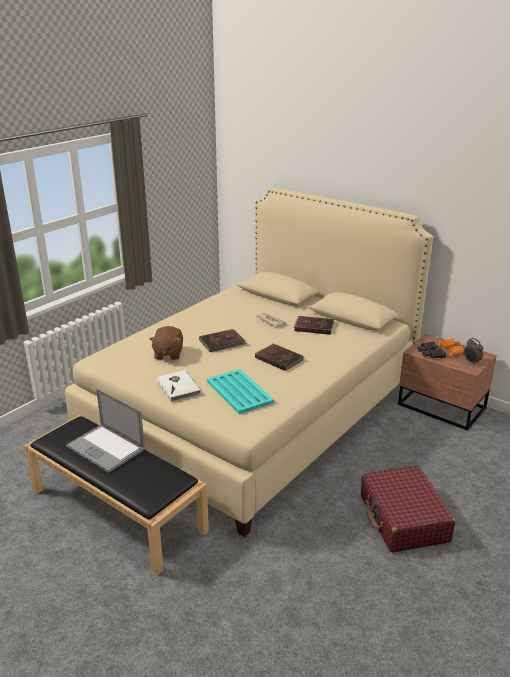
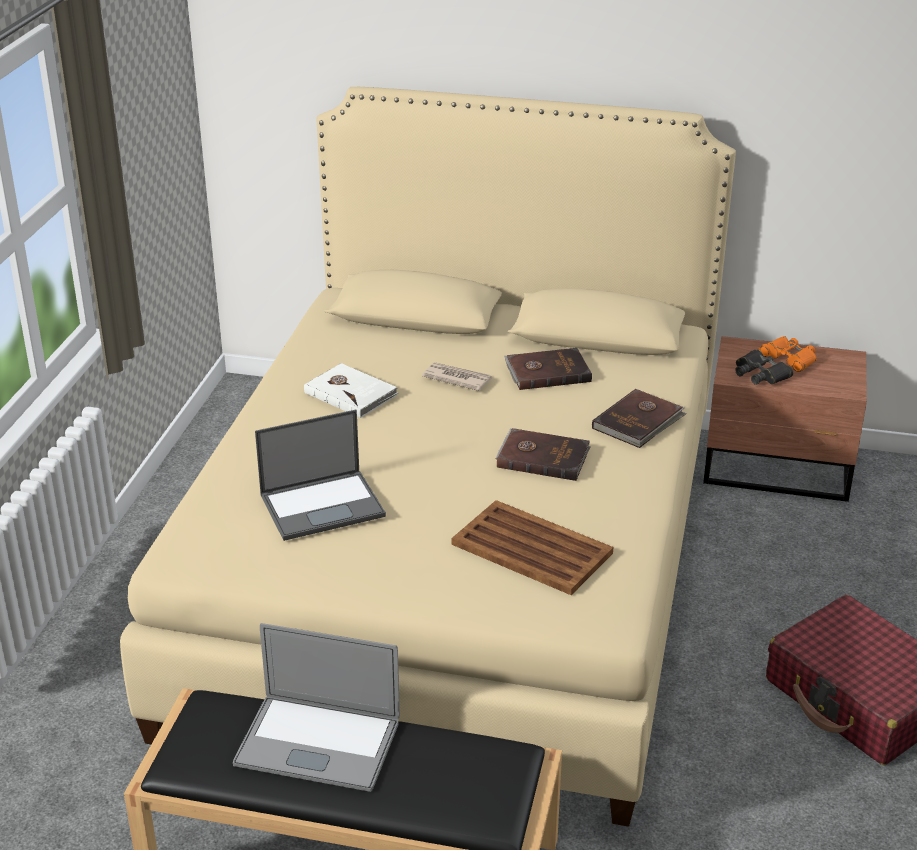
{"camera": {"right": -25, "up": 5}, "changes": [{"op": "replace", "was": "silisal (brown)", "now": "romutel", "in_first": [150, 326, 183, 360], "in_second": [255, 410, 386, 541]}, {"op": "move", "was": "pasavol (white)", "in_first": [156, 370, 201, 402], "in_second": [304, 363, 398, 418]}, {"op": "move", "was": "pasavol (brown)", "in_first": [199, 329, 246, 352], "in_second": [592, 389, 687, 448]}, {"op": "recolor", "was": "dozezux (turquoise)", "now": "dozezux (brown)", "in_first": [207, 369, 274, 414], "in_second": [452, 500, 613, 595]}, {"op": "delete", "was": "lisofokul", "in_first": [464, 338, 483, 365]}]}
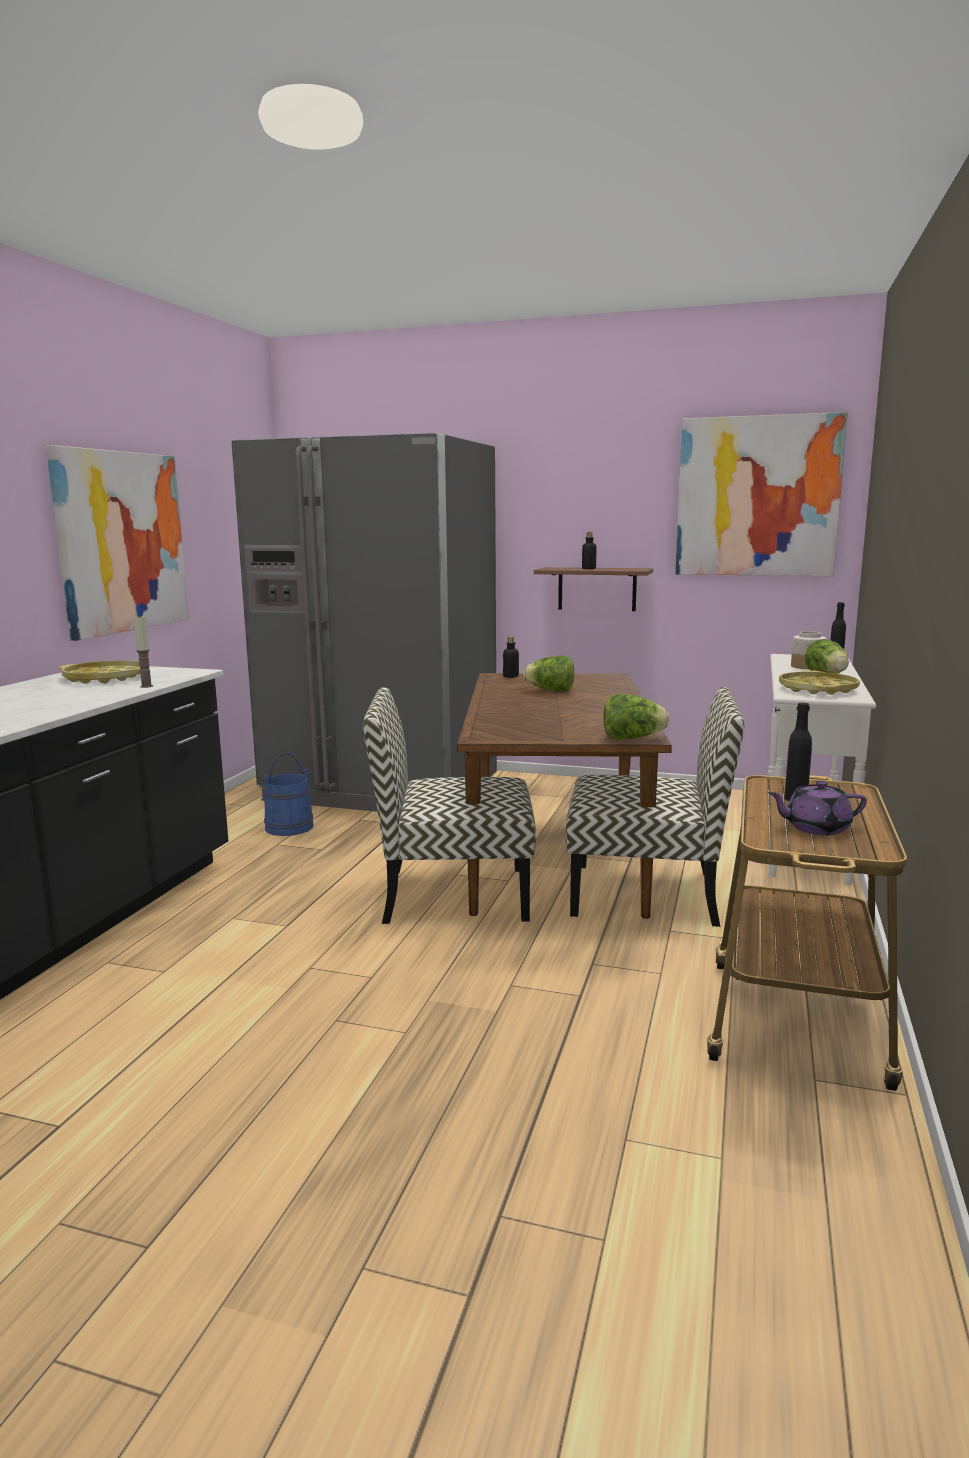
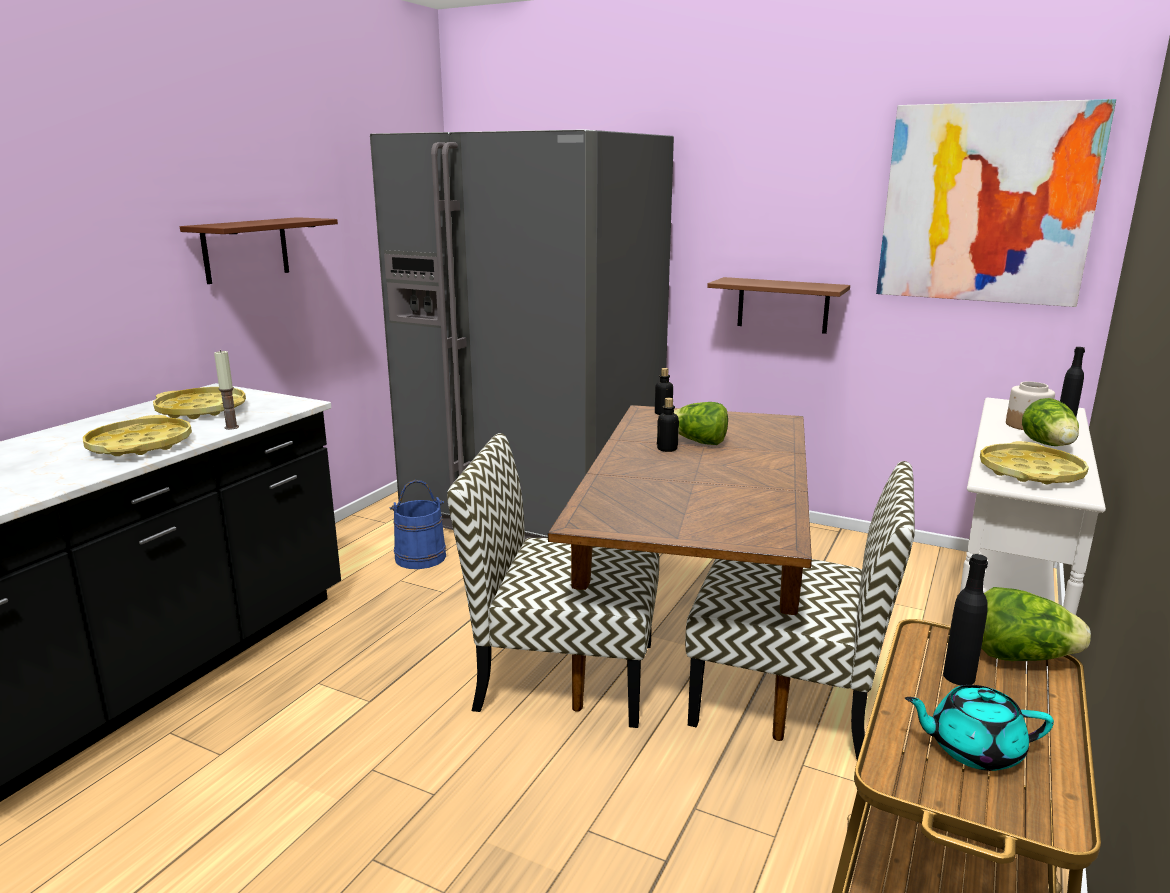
{"camera": {"right": 10, "up": 5}, "changes": [{"op": "replace", "was": "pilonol", "now": "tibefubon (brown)", "in_first": [46, 445, 189, 641], "in_second": [180, 217, 338, 284]}, {"op": "move", "was": "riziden", "in_first": [582, 532, 597, 569], "in_second": [657, 398, 679, 452]}, {"op": "move", "was": "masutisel", "in_first": [603, 694, 670, 740], "in_second": [981, 587, 1091, 661]}, {"op": "recolor", "was": "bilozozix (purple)", "now": "bilozozix (turquoise)", "in_first": [768, 780, 867, 835], "in_second": [905, 685, 1054, 771]}, {"op": "insert", "now": "dozezux (yellow)", "in_second": [83, 415, 192, 456]}]}
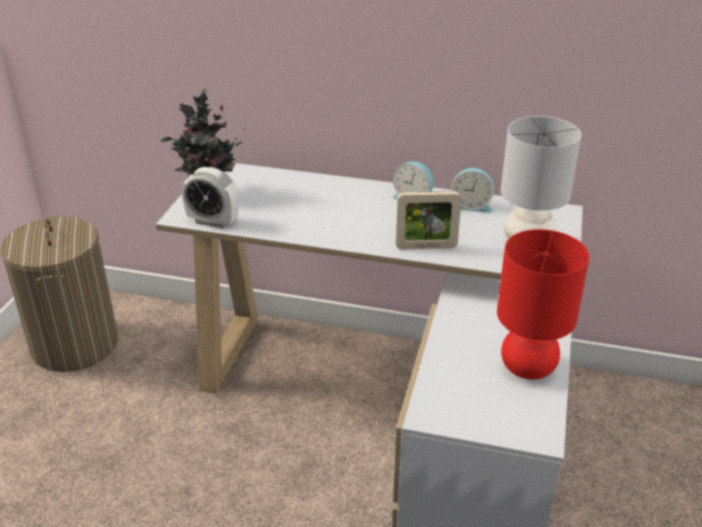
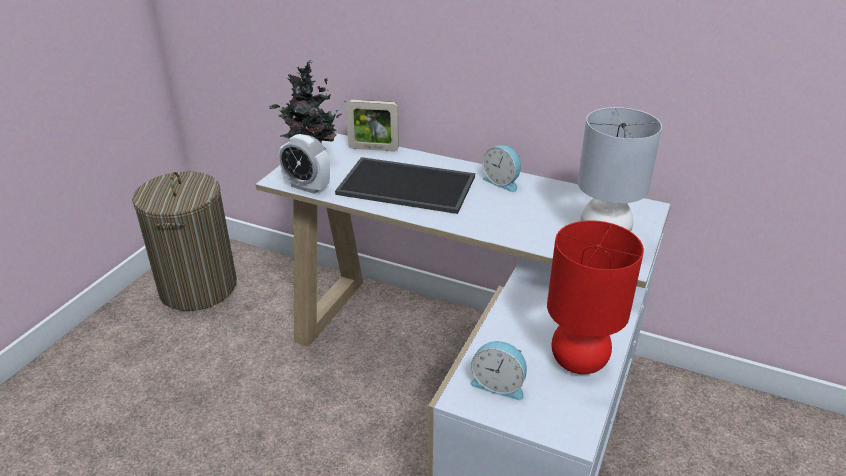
{"camera": {"right": 10, "up": 0}, "changes": [{"op": "move", "was": "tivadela", "in_first": [395, 191, 461, 249], "in_second": [346, 100, 399, 151]}, {"op": "move", "was": "lisofokul", "in_first": [451, 168, 494, 213], "in_second": [470, 341, 527, 400]}, {"op": "insert", "now": "dozezux", "in_second": [335, 157, 475, 214]}]}
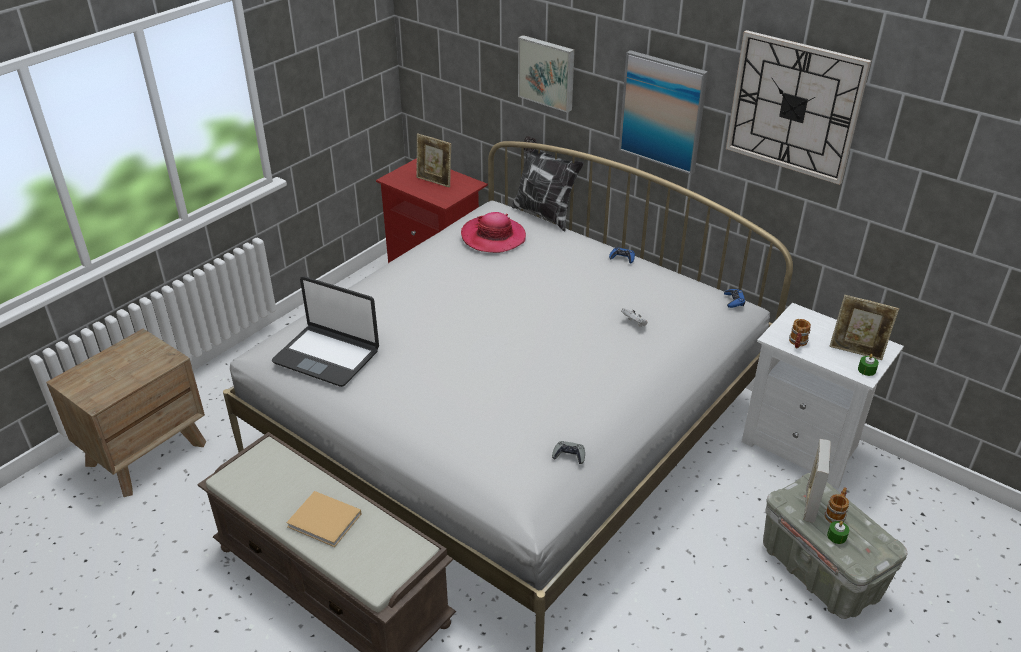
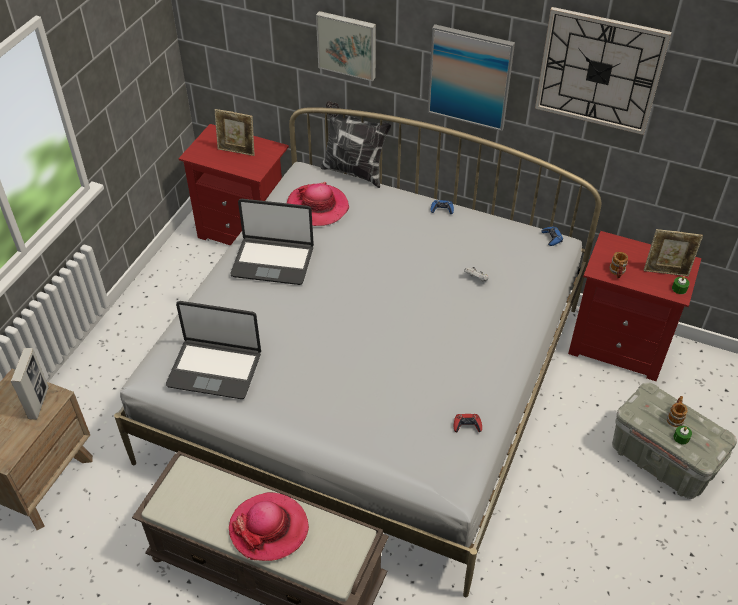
{"camera": {"right": -15, "up": 10}, "changes": [{"op": "replace", "was": "pasavol (beige)", "now": "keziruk", "in_first": [286, 491, 361, 547], "in_second": [229, 492, 309, 561]}, {"op": "recolor", "was": "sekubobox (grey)", "now": "sekubobox (red)", "in_first": [552, 441, 585, 464], "in_second": [454, 414, 482, 432]}, {"op": "recolor", "was": "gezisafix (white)", "now": "gezisafix (red)", "in_first": [742, 303, 904, 488], "in_second": [568, 231, 702, 381]}, {"op": "move", "was": "tivadela", "in_first": [803, 439, 831, 523], "in_second": [11, 348, 49, 420]}, {"op": "insert", "now": "romutel", "in_second": [230, 199, 314, 285]}]}
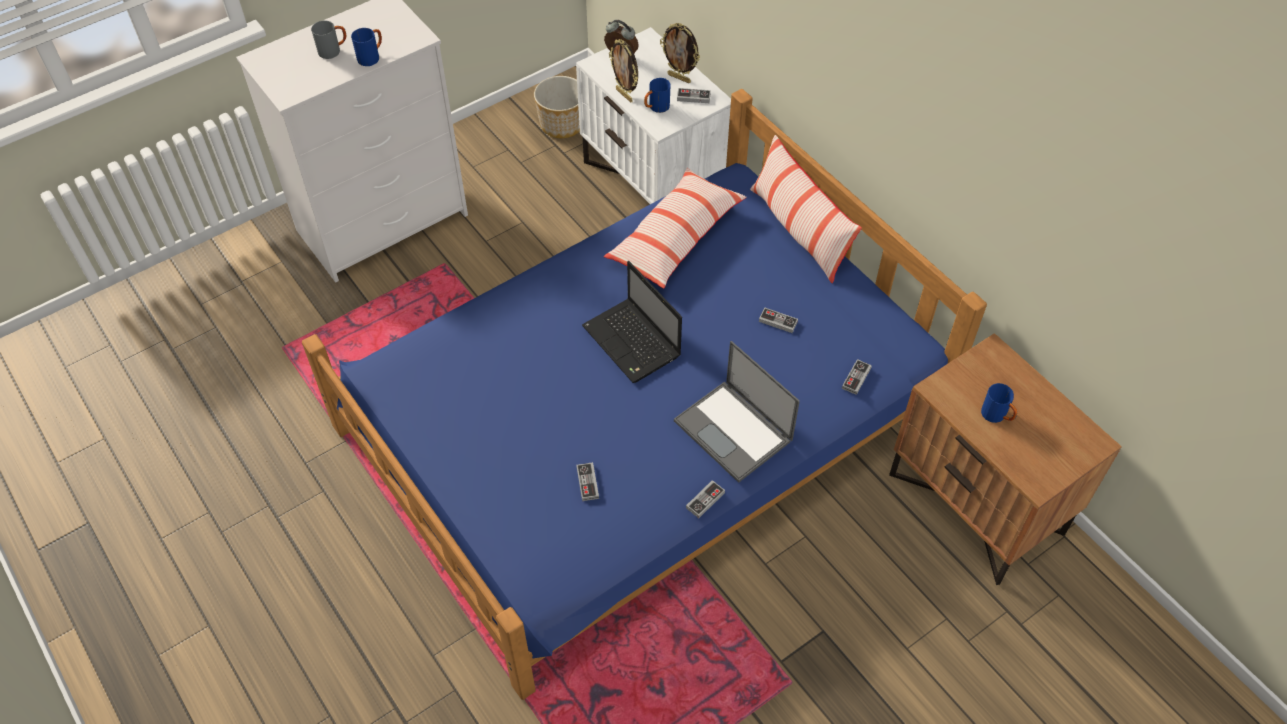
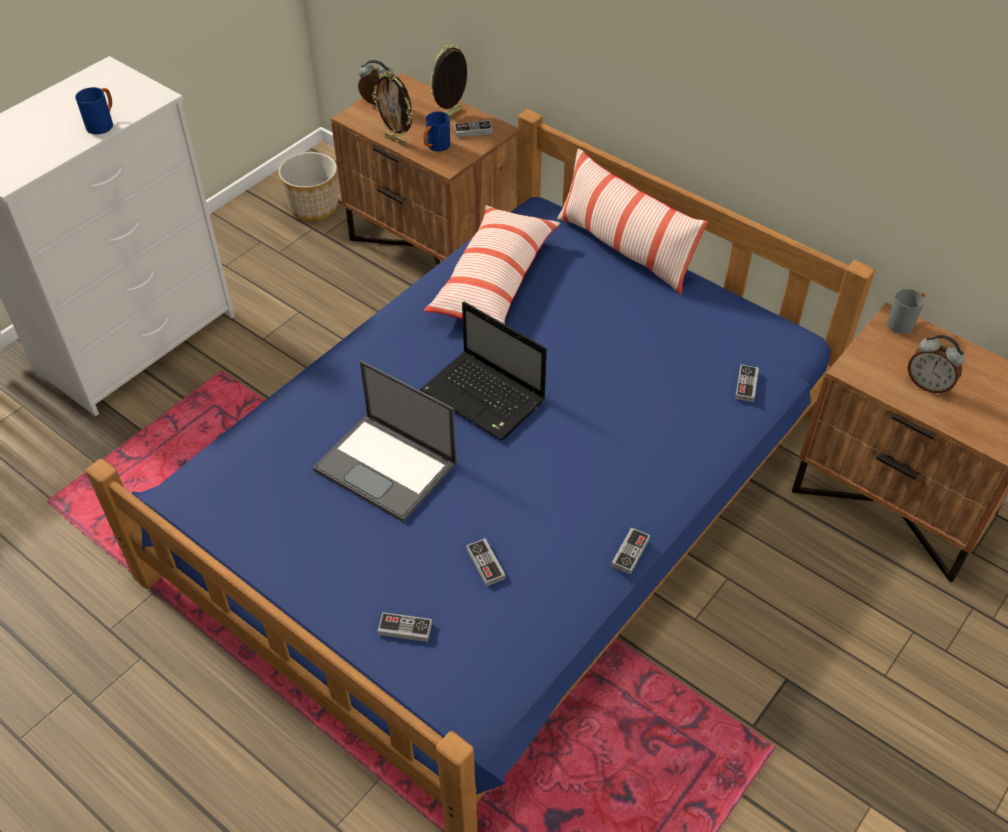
{"camera": {"right": -15, "up": -5}, "changes": [{"op": "move", "was": "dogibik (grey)", "in_first": [311, 21, 346, 59], "in_second": [887, 289, 925, 334]}, {"op": "recolor", "was": "gezisafix (white)", "now": "gezisafix (brown)", "in_first": [576, 27, 731, 204], "in_second": [331, 73, 518, 265]}, {"op": "rotate", "was": "tivadela", "in_first": [660, 23, 700, 83], "in_second": [428, 44, 468, 116], "clockwise": 120}, {"op": "move", "was": "romutel", "in_first": [674, 341, 800, 483], "in_second": [313, 360, 456, 522]}, {"op": "move", "was": "sekubobox", "in_first": [759, 308, 798, 333], "in_second": [378, 612, 432, 642]}, {"op": "replace", "was": "dogibik (blue)", "now": "lisofokul", "in_first": [981, 383, 1017, 423], "in_second": [908, 335, 965, 394]}]}
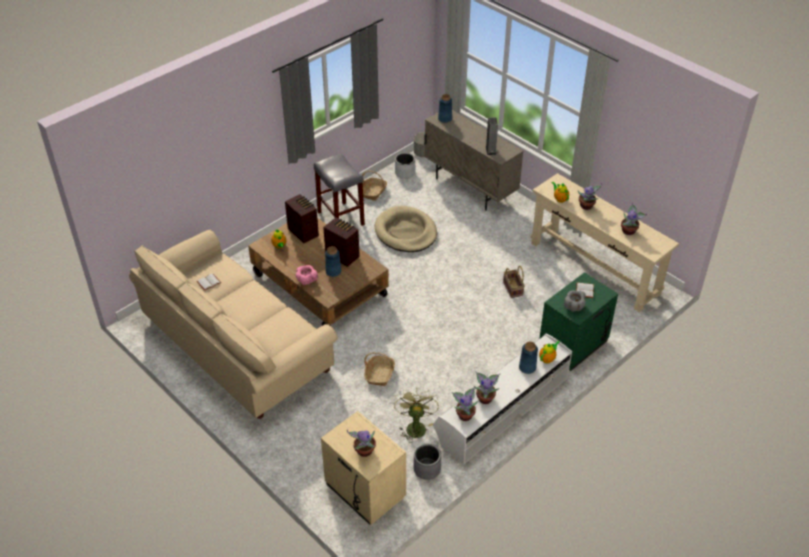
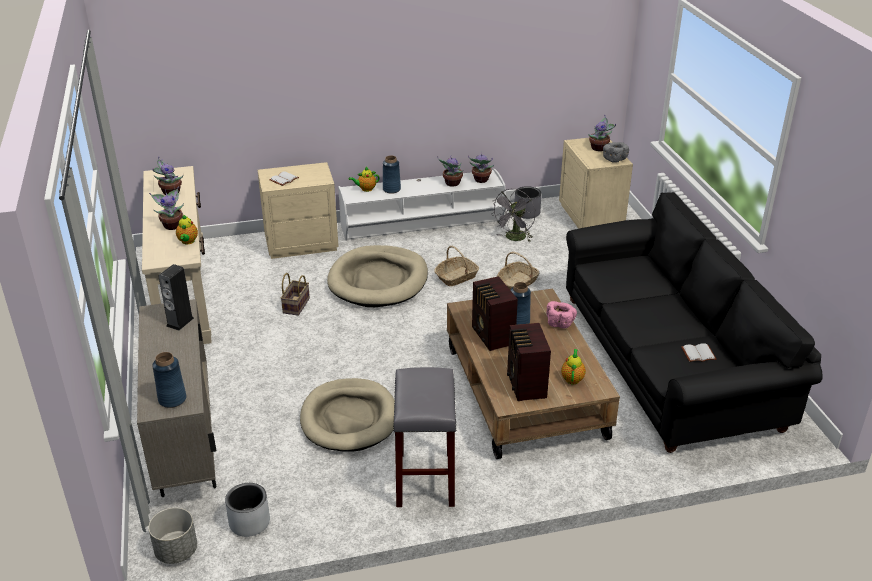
{"camera": {"right": -150, "up": -10}, "changes": [{"op": "recolor", "was": "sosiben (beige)", "now": "sosiben (black)", "in_first": [129, 229, 338, 419], "in_second": [566, 192, 823, 453]}, {"op": "move", "was": "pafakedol", "in_first": [362, 171, 387, 201], "in_second": [434, 246, 479, 286]}, {"op": "recolor", "was": "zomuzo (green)", "now": "zomuzo (grey)", "in_first": [394, 388, 439, 443], "in_second": [491, 188, 536, 242]}, {"op": "recolor", "was": "gezisafix (green)", "now": "gezisafix (beige)", "in_first": [539, 272, 618, 371], "in_second": [257, 162, 339, 259]}, {"op": "move", "was": "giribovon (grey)", "in_first": [564, 290, 586, 312], "in_second": [603, 142, 629, 163]}, {"op": "insert", "now": "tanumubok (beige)", "in_second": [327, 245, 428, 307]}]}
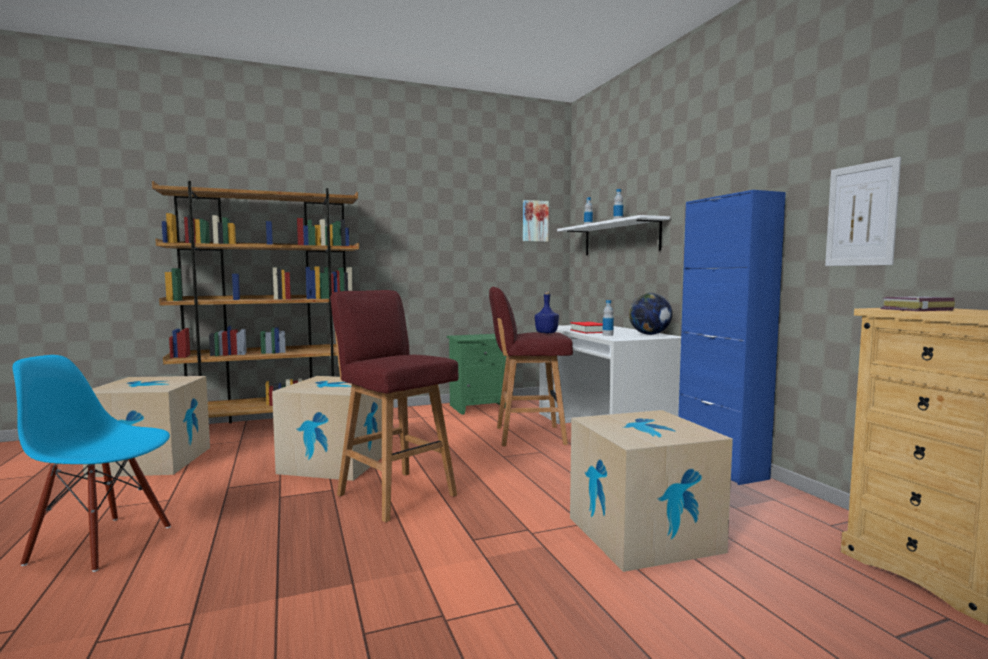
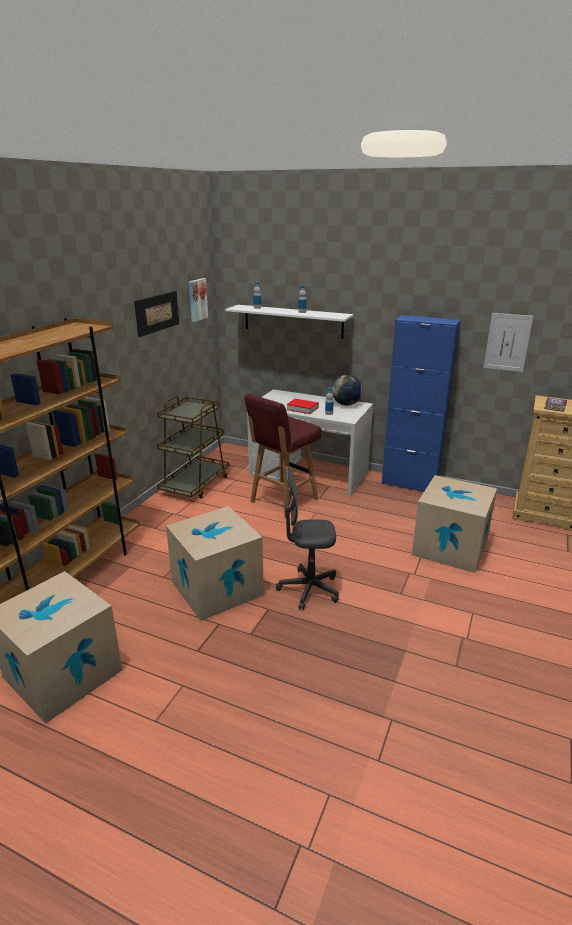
{"camera": {"right": -45, "up": 20}, "changes": [{"op": "delete", "was": "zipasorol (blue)", "in_first": [12, 355, 171, 572]}, {"op": "replace", "was": "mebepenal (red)", "now": "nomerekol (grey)", "in_first": [330, 290, 458, 522], "in_second": [276, 466, 339, 610]}, {"op": "replace", "was": "gezisafix (green)", "now": "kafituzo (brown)", "in_first": [447, 334, 506, 415], "in_second": [157, 396, 229, 498]}, {"op": "delete", "was": "riziden (blue)", "in_first": [535, 291, 559, 333]}, {"op": "insert", "now": "pilonol", "in_second": [134, 291, 179, 337]}]}
